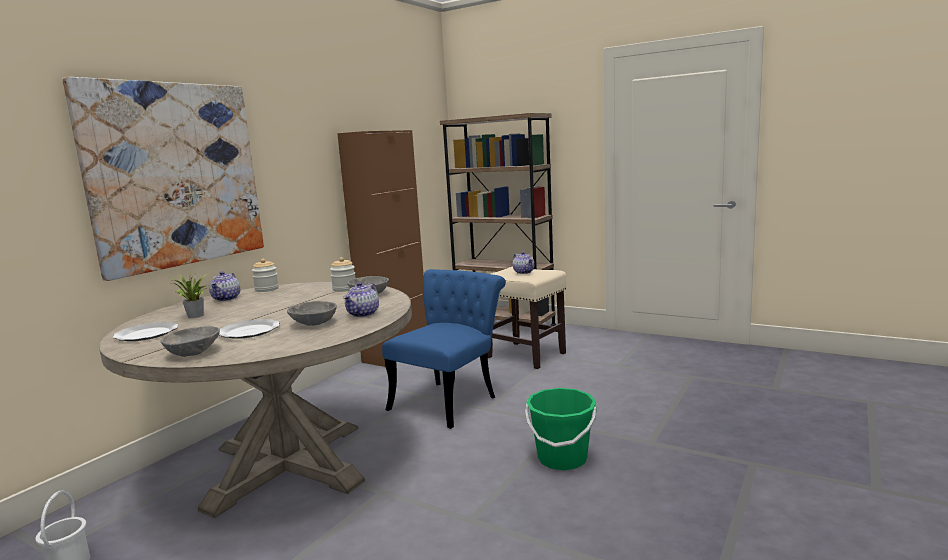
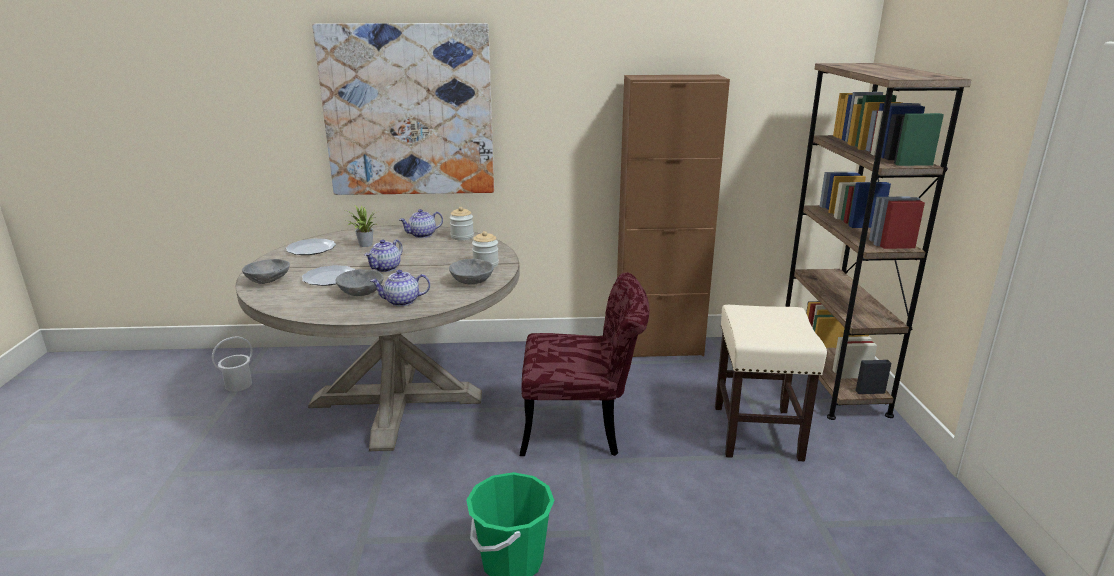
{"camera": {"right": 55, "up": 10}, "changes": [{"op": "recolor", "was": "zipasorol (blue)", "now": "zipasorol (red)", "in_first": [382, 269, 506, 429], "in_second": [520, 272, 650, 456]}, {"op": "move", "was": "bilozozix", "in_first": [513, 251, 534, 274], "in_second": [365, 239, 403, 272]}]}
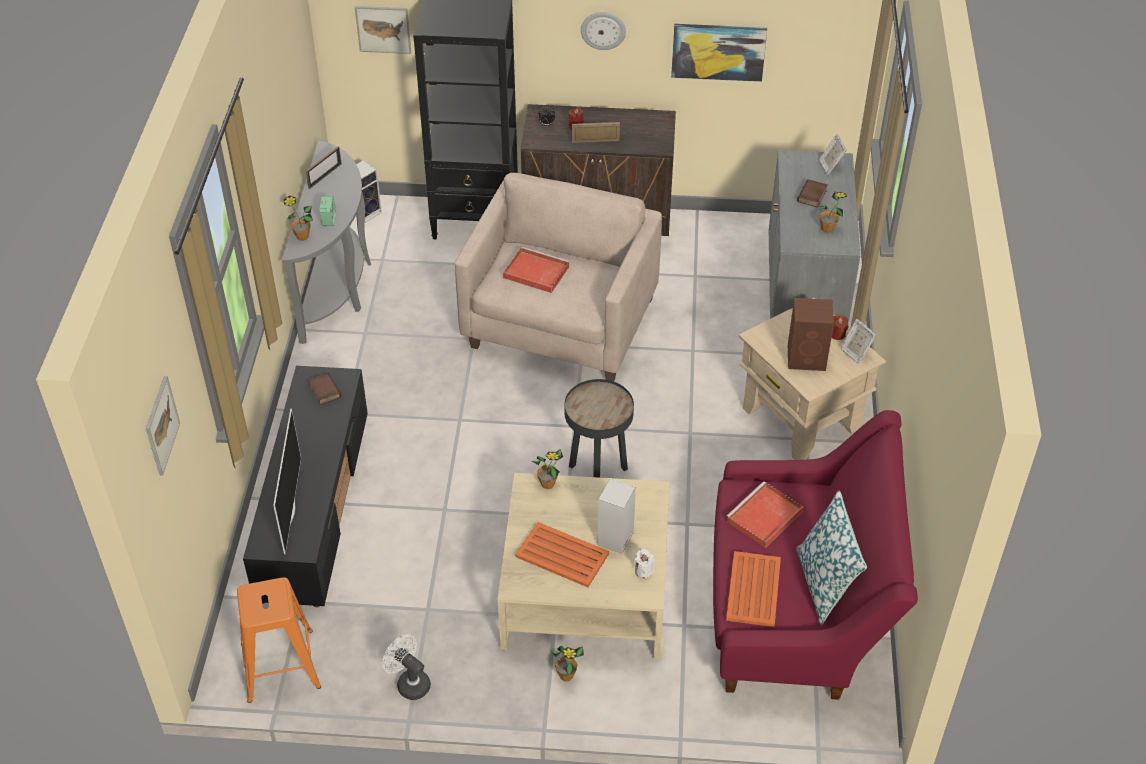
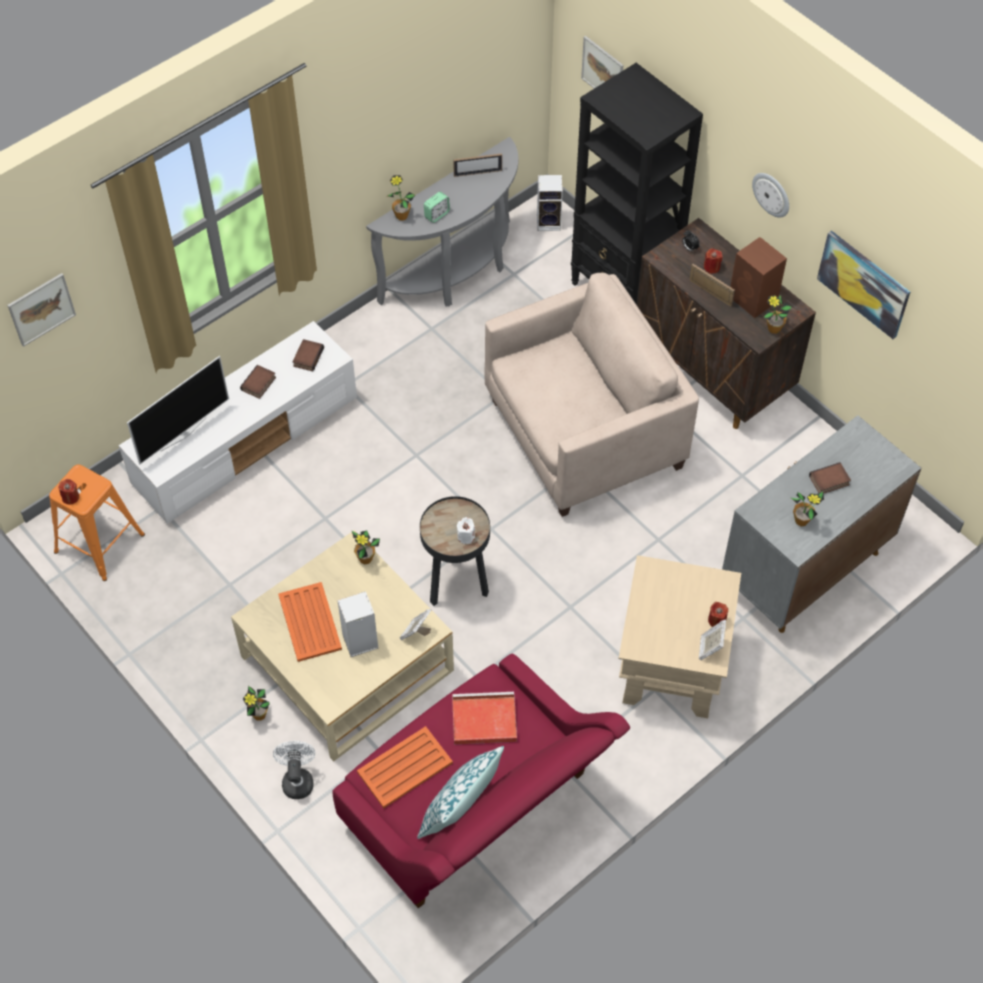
{"camera": {"right": 45, "up": 10}, "changes": [{"op": "recolor", "was": "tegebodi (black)", "now": "tegebodi (white)", "in_first": [243, 366, 368, 607], "in_second": [119, 321, 357, 524]}, {"op": "move", "was": "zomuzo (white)", "in_first": [382, 635, 431, 700], "in_second": [273, 741, 315, 799]}, {"op": "delete", "was": "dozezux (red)", "in_first": [503, 247, 570, 293]}, {"op": "move", "was": "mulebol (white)", "in_first": [634, 549, 654, 578], "in_second": [457, 517, 475, 544]}, {"op": "move", "was": "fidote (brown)", "in_first": [788, 298, 834, 371], "in_second": [730, 237, 787, 318]}, {"op": "move", "was": "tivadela", "in_first": [819, 134, 847, 175], "in_second": [400, 609, 432, 640]}, {"op": "insert", "now": "mulebol (red)", "in_second": [58, 479, 79, 505]}, {"op": "insert", "now": "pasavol", "in_second": [240, 365, 276, 399]}, {"op": "insert", "now": "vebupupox", "in_second": [764, 295, 791, 334]}]}
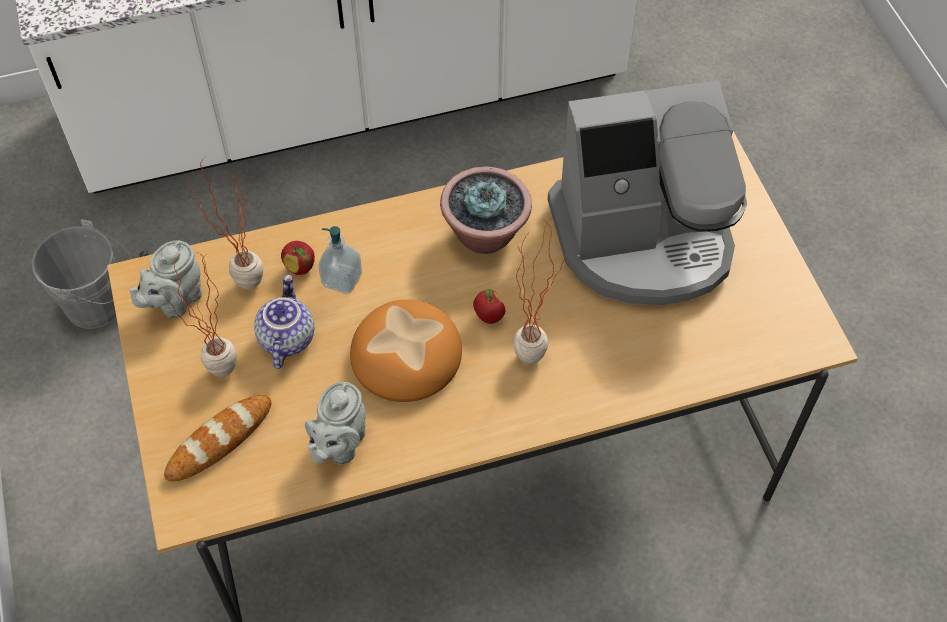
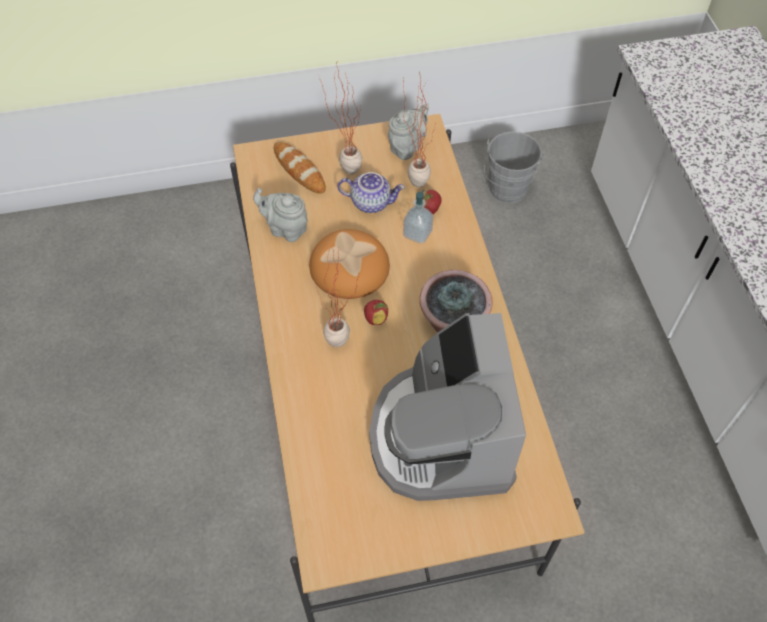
{"camera": {"right": 95, "up": 0}, "changes": [{"op": "rotate", "was": "bilozozix (grey)", "in_first": [129, 240, 202, 318], "in_second": [388, 103, 429, 160], "clockwise": 90}]}
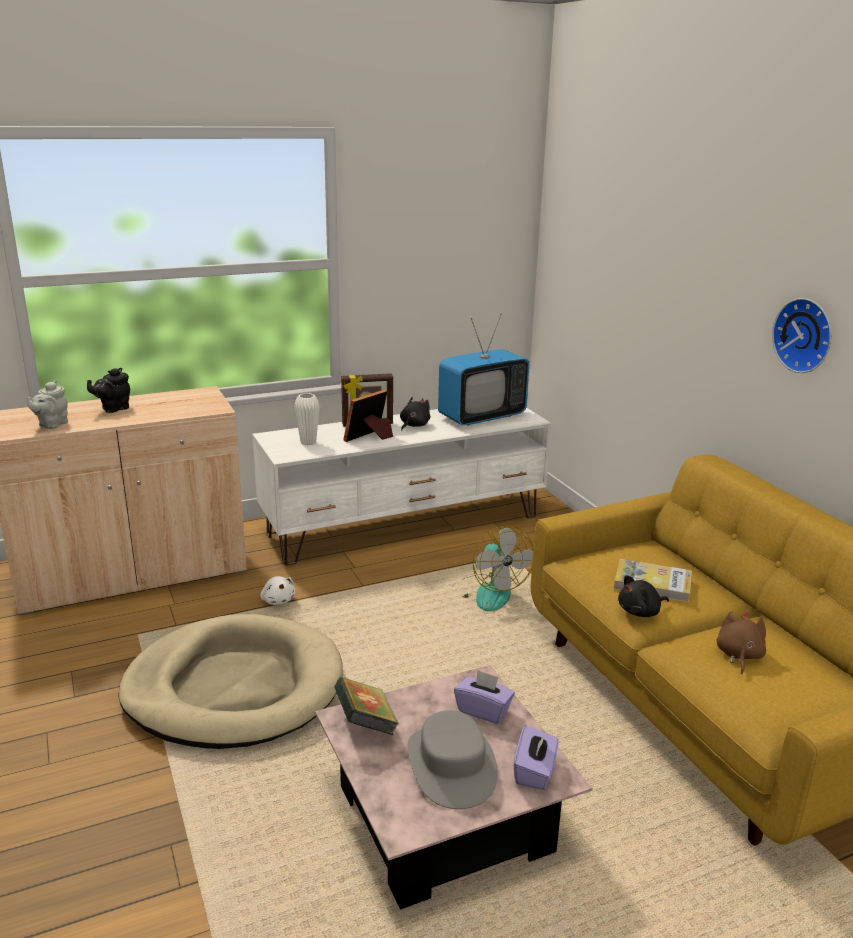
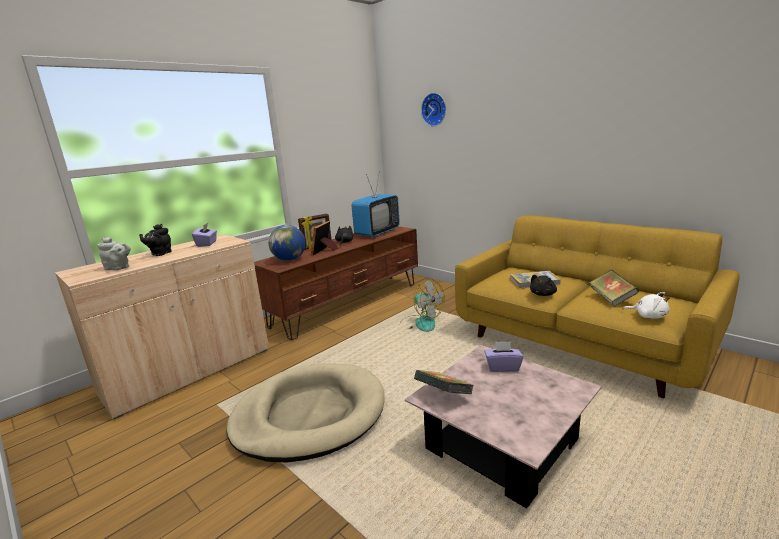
{"camera": {"right": -20, "up": -5}, "changes": [{"op": "rotate", "was": "bilozozix (grey)", "in_first": [27, 381, 68, 429], "in_second": [98, 237, 131, 270], "clockwise": -75}, {"op": "recolor", "was": "tegebodi (white)", "now": "tegebodi (brown)", "in_first": [252, 408, 552, 566], "in_second": [254, 226, 418, 340]}, {"op": "move", "was": "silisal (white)", "in_first": [260, 576, 295, 605], "in_second": [623, 292, 670, 319]}, {"op": "replace", "was": "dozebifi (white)", "now": "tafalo", "in_first": [294, 393, 320, 445], "in_second": [269, 225, 306, 261]}, {"op": "delete", "was": "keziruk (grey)", "in_first": [408, 710, 498, 809]}, {"op": "move", "was": "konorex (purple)", "in_first": [514, 725, 558, 790], "in_second": [192, 223, 217, 247]}, {"op": "replace", "was": "silisal (brown)", "now": "pasavol", "in_first": [717, 611, 766, 674], "in_second": [589, 270, 639, 307]}, {"op": "move", "was": "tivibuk", "in_first": [772, 298, 832, 373], "in_second": [421, 93, 446, 126]}]}
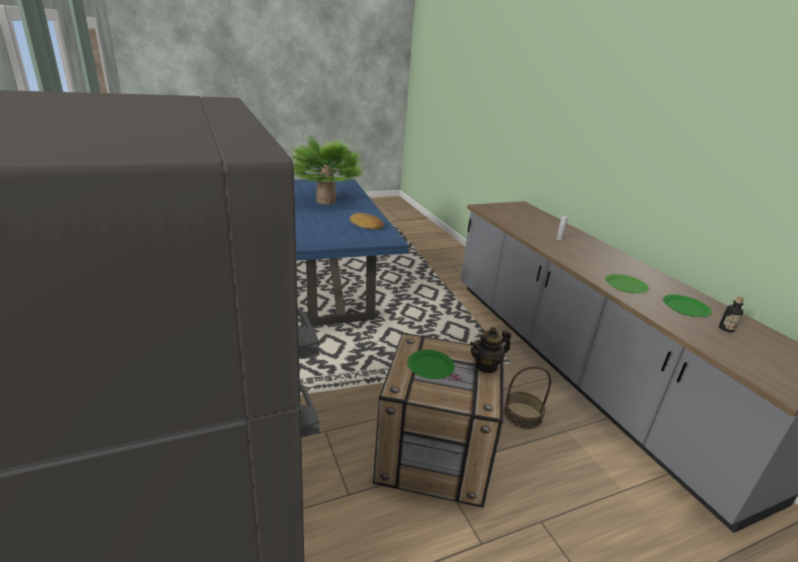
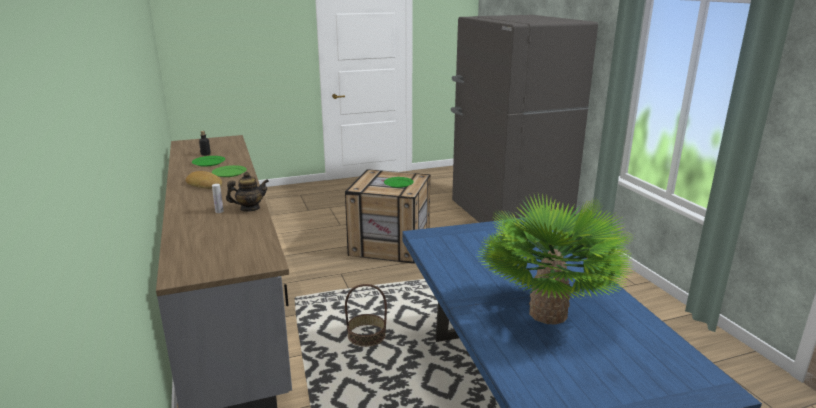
{"camera": {"right": -175, "up": -5}, "changes": [{"op": "move", "was": "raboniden", "in_first": [350, 213, 384, 229], "in_second": [186, 171, 222, 189]}, {"op": "move", "was": "bilozozix", "in_first": [470, 327, 511, 373], "in_second": [226, 172, 269, 212]}, {"op": "move", "was": "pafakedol", "in_first": [503, 366, 551, 429], "in_second": [345, 284, 387, 347]}]}
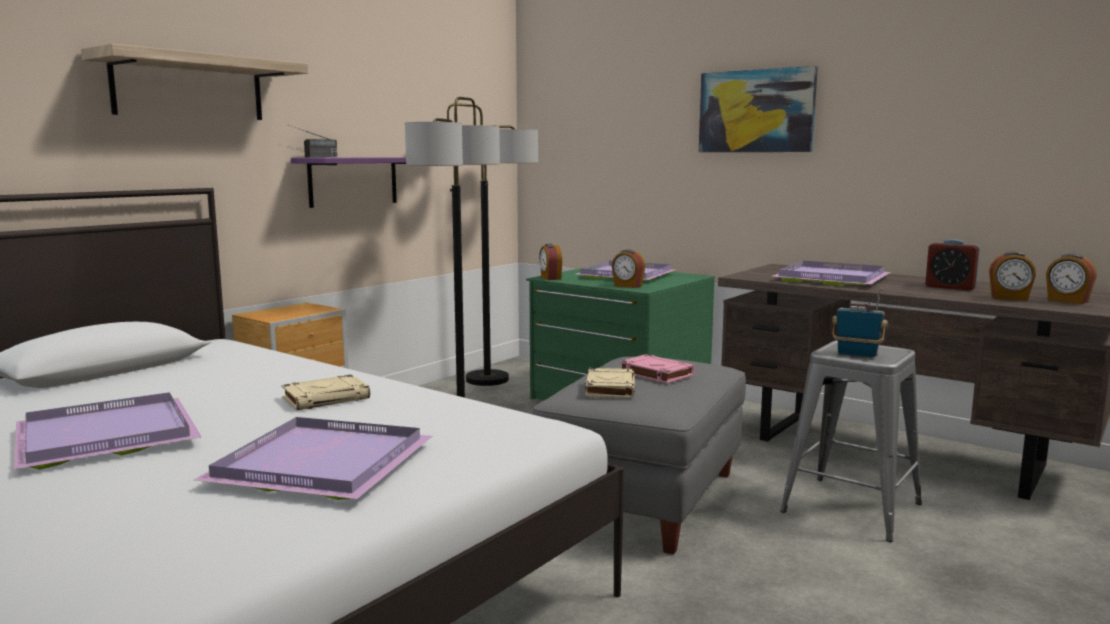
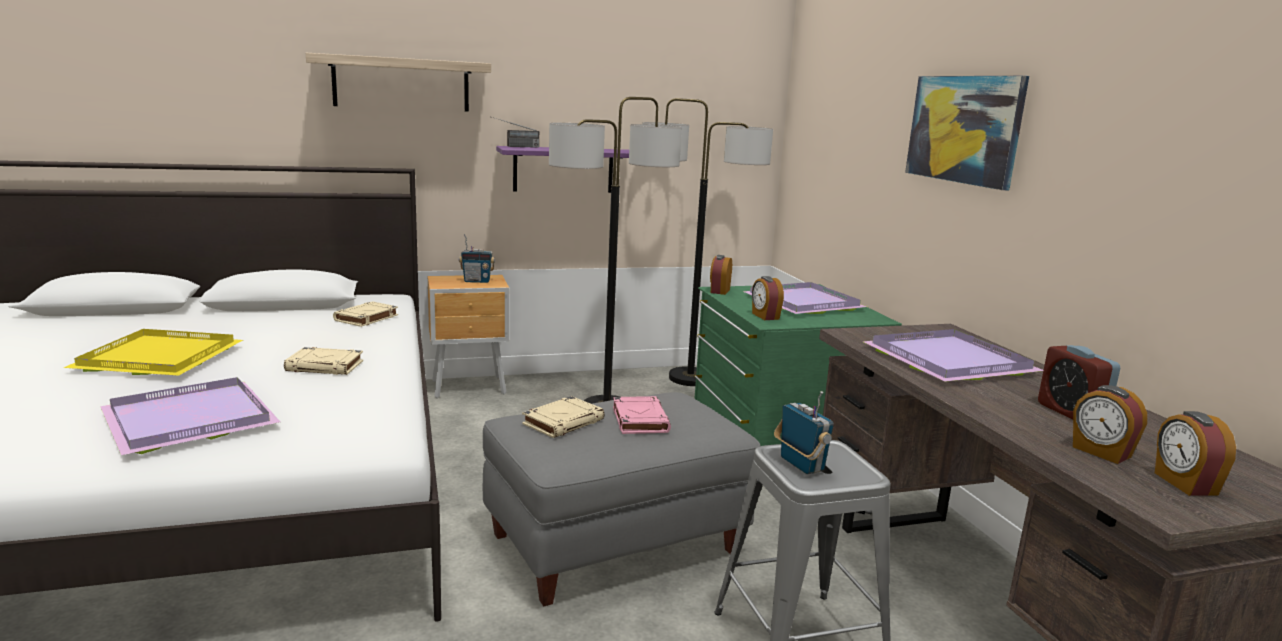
{"camera": {"right": 35, "up": 5}, "changes": [{"op": "recolor", "was": "dozezux (purple)", "now": "dozezux (yellow)", "in_first": [14, 392, 202, 470], "in_second": [63, 329, 243, 376]}, {"op": "insert", "now": "pasavol (beige)", "in_second": [333, 301, 398, 327]}, {"op": "insert", "now": "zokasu", "in_second": [459, 234, 495, 283]}]}
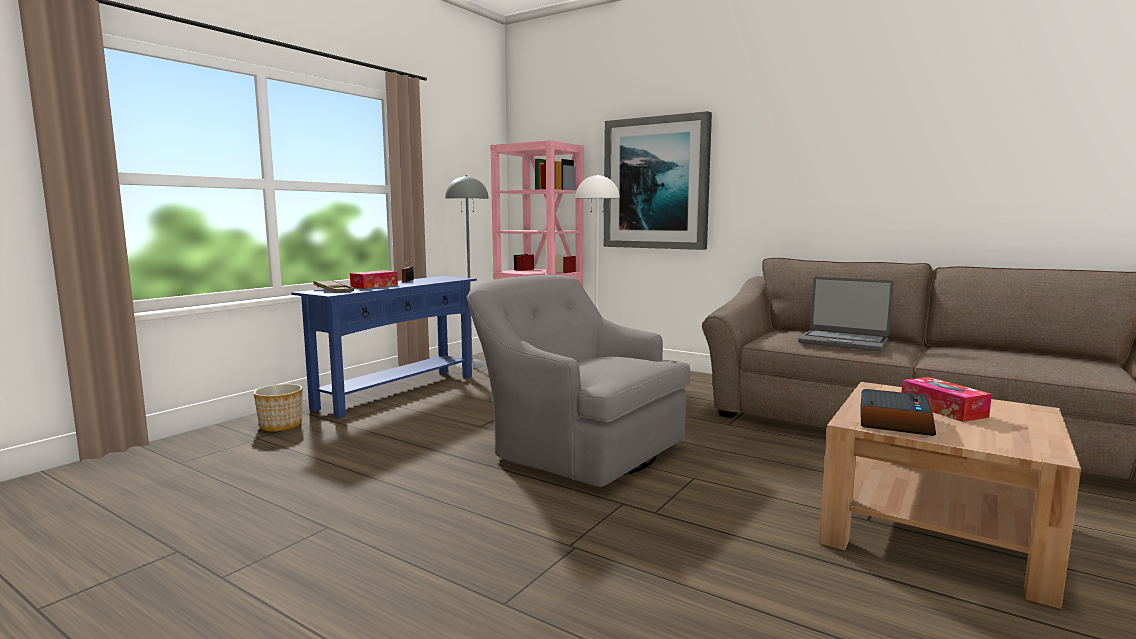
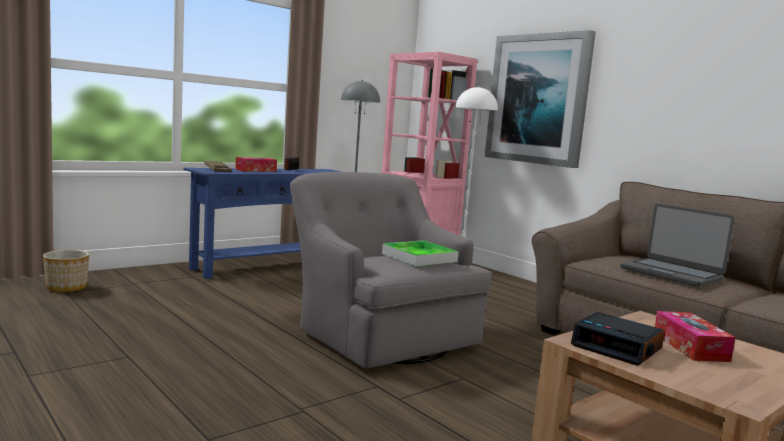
{"camera": {"right": 15, "up": 0}, "changes": [{"op": "move", "was": "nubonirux", "in_first": [254, 384, 302, 432], "in_second": [43, 250, 89, 292]}, {"op": "rotate", "was": "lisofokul", "in_first": [861, 389, 936, 436], "in_second": [571, 312, 665, 366], "clockwise": 90}, {"op": "insert", "now": "dozezux", "in_second": [382, 240, 459, 266]}]}
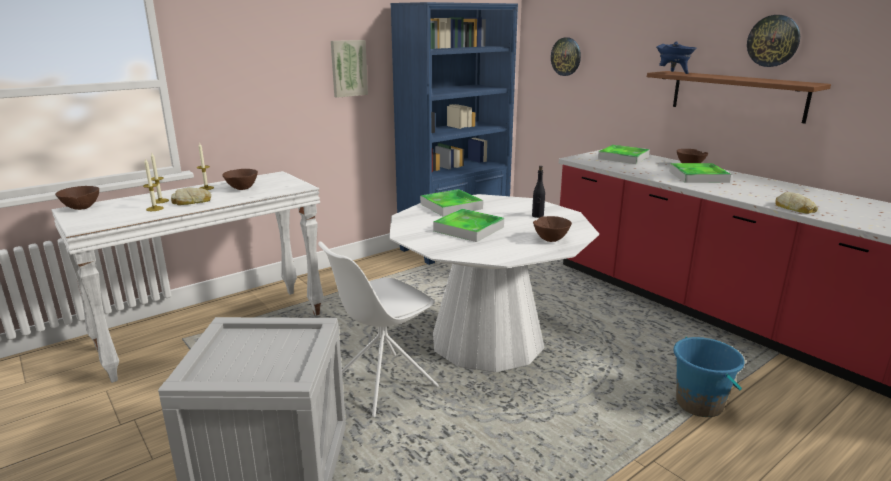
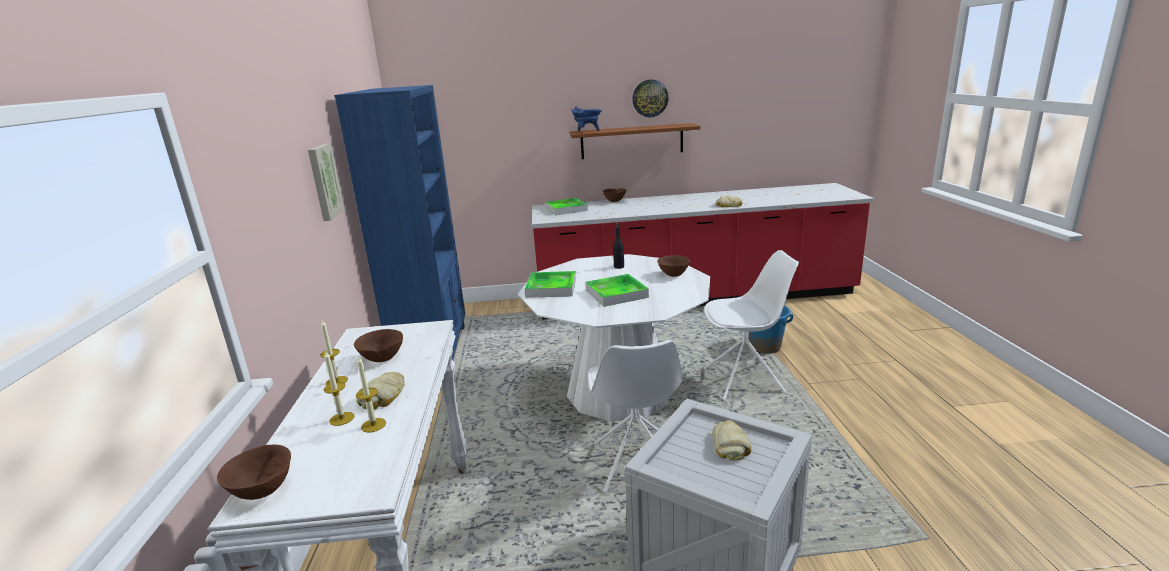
{"camera": {"right": -55, "up": 0}, "changes": [{"op": "delete", "was": "tivibuk", "in_first": [551, 38, 581, 76]}, {"op": "delete", "was": "dozezux", "in_first": [669, 163, 731, 183]}, {"op": "insert", "now": "zipasorol (white)", "in_second": [703, 250, 799, 401]}, {"op": "insert", "now": "raboniden", "in_second": [712, 420, 751, 460]}]}
